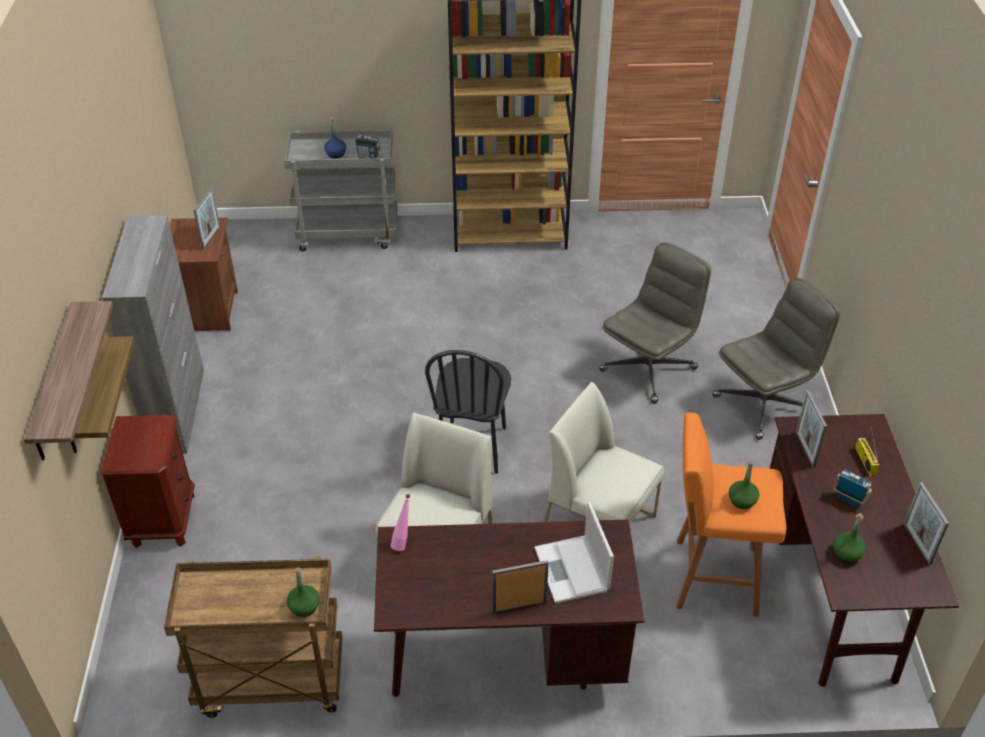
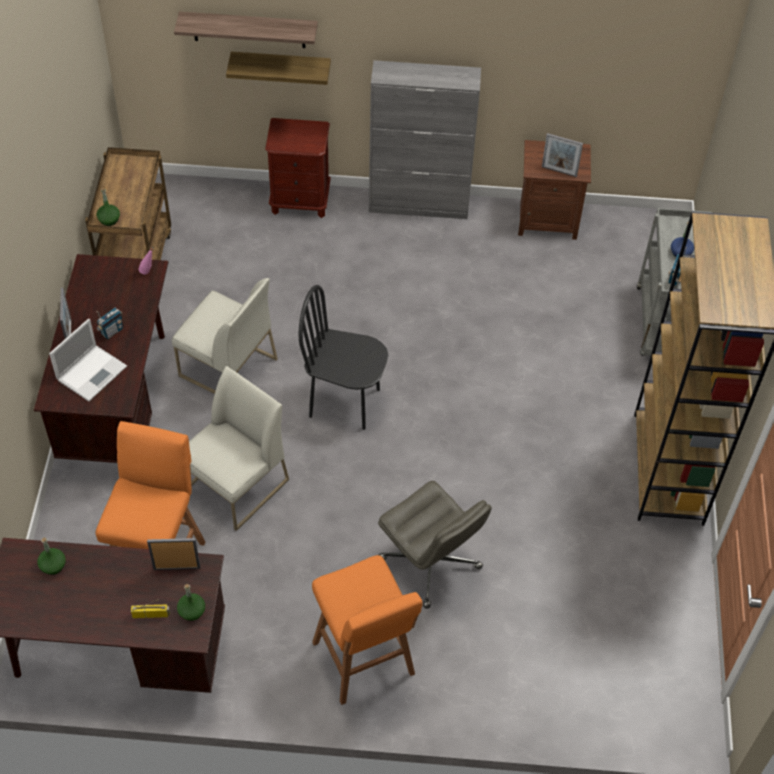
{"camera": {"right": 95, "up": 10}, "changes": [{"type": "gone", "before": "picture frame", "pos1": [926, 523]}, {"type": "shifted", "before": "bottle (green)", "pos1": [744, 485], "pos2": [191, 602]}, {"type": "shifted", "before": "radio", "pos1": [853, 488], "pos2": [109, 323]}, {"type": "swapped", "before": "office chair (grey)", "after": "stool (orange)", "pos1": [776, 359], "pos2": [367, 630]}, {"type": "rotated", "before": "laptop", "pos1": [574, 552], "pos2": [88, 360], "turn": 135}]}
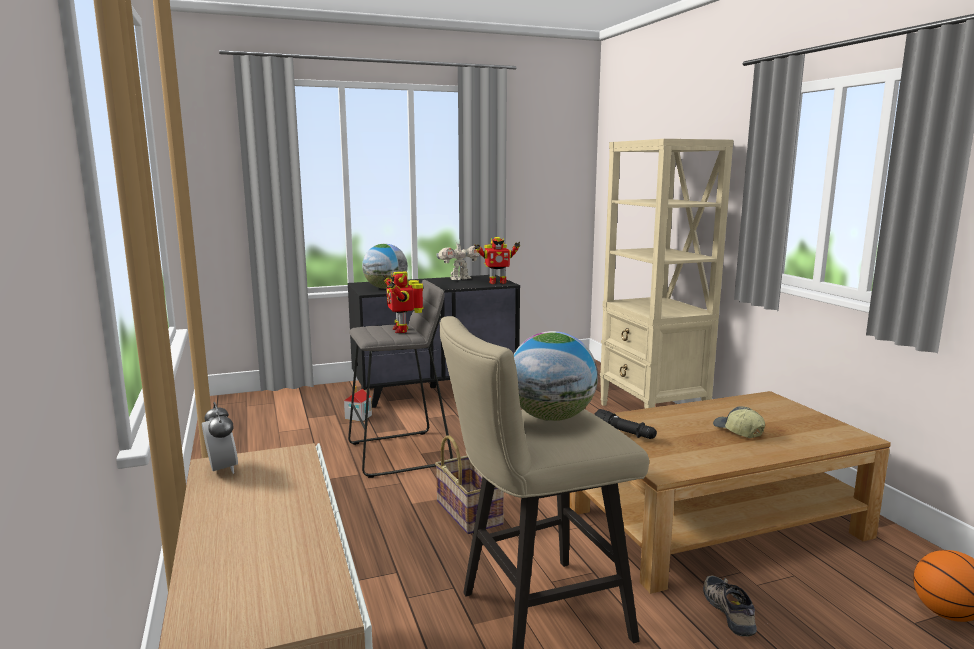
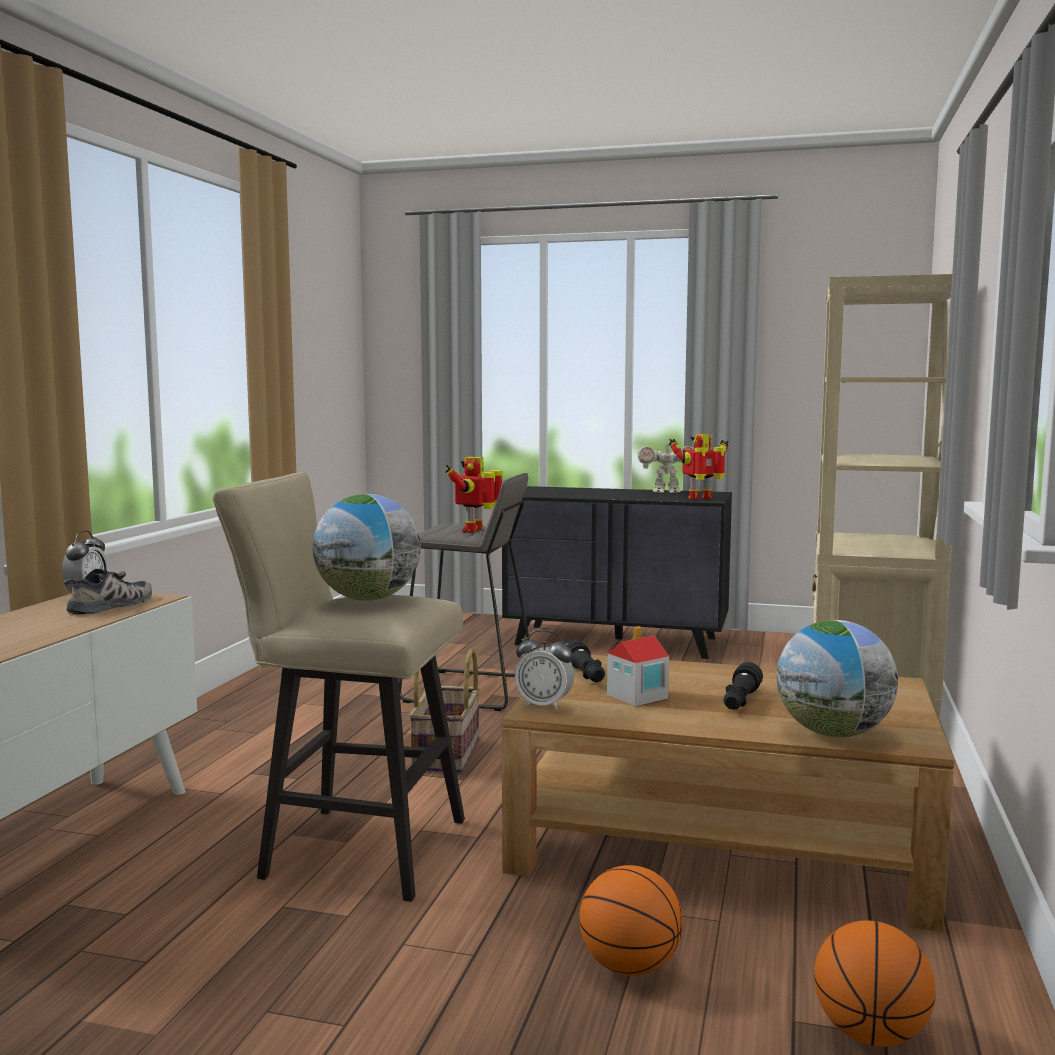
{"camera": {"right": 35, "up": -5}, "changes": [{"type": "new", "after": "alarm clock", "pos2": [544, 670]}, {"type": "new", "after": "basketball", "pos2": [631, 920]}, {"type": "shifted", "before": "toy house", "pos1": [358, 403], "pos2": [638, 666]}, {"type": "shifted", "before": "globe", "pos1": [385, 266], "pos2": [837, 678]}, {"type": "shifted", "before": "shoe", "pos1": [730, 605], "pos2": [107, 592]}, {"type": "swapped", "before": "cap", "after": "flashlight (black)", "pos1": [739, 422], "pos2": [743, 686]}, {"type": "rotated", "before": "toy robot", "pos1": [497, 260], "pos2": [699, 467], "turn": 135}]}
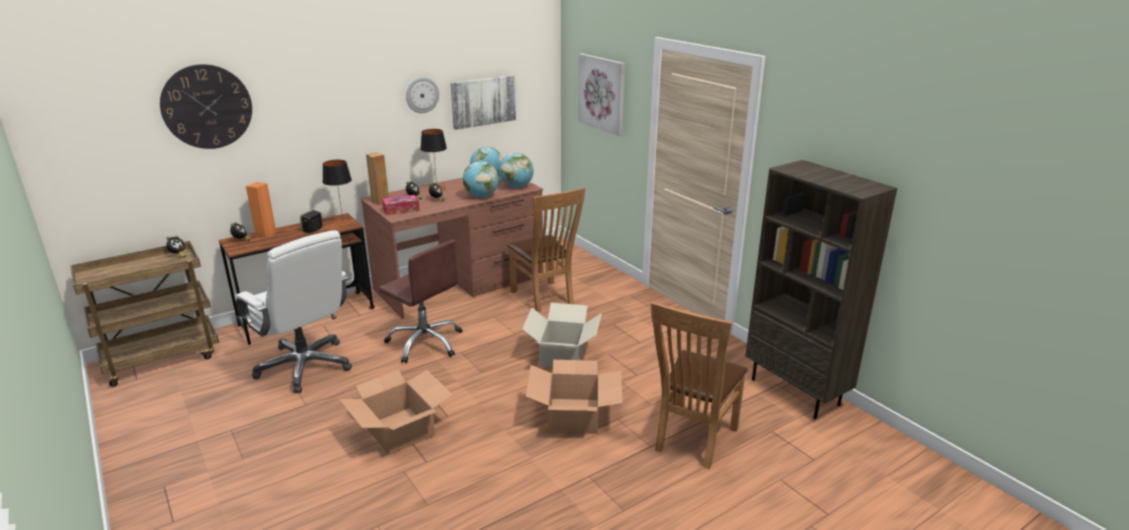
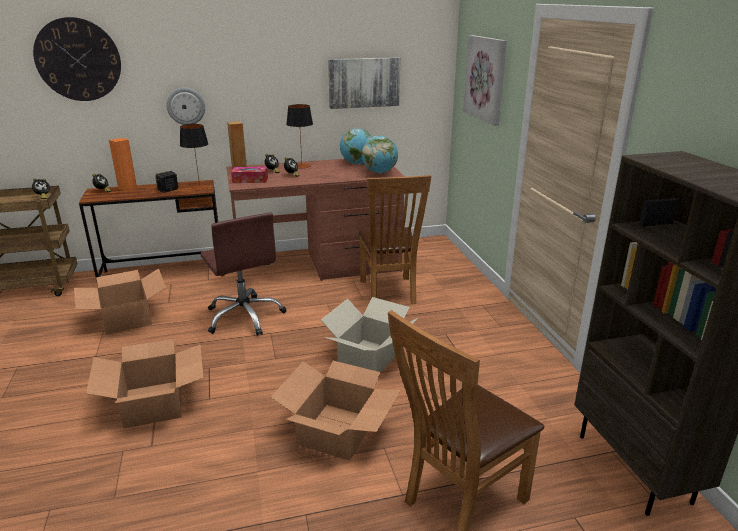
{"camera": {"right": 20, "up": 0}, "changes": [{"type": "gone", "before": "globe", "pos1": [481, 179]}, {"type": "shifted", "before": "wall clock", "pos1": [422, 95], "pos2": [185, 106]}, {"type": "swapped", "before": "office chair (white)", "after": "cardboard box", "pos1": [293, 311], "pos2": [120, 301]}]}
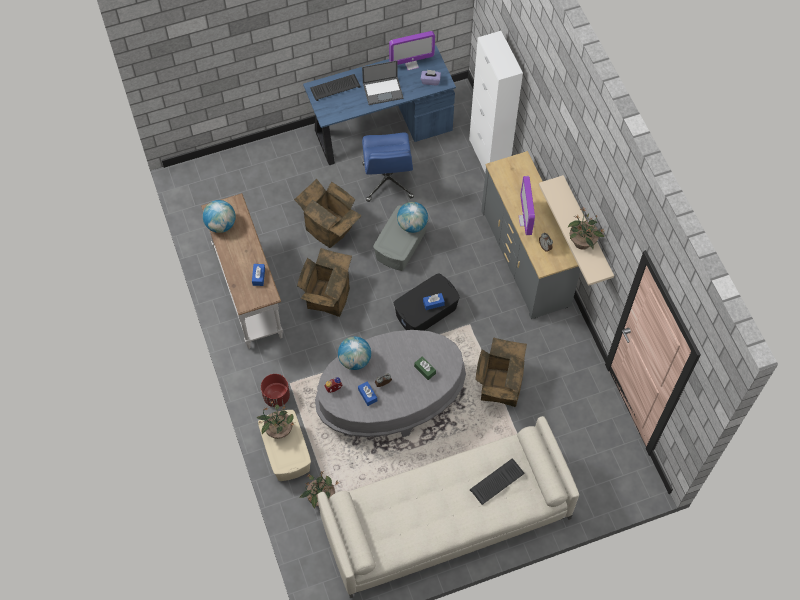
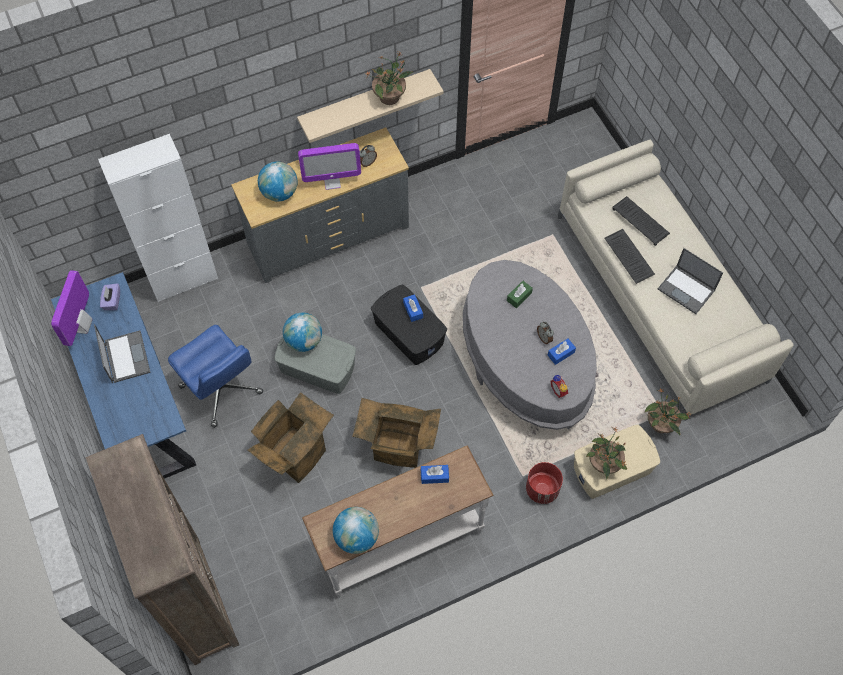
{"camera": {"right": -95, "up": 0}, "changes": [{"type": "gone", "before": "cardboard box", "pos1": [501, 372]}, {"type": "new", "after": "bookcase (brown)", "pos2": [162, 549]}, {"type": "new", "after": "laptop", "pos2": [690, 281]}, {"type": "shifted", "before": "keyboard", "pos1": [335, 87], "pos2": [629, 256]}, {"type": "shifted", "before": "globe", "pos1": [354, 353], "pos2": [278, 181]}, {"type": "rotated", "before": "office chair (blue)", "pos1": [388, 167], "pos2": [215, 376], "turn": 60}, {"type": "rotated", "before": "monitor", "pos1": [412, 50], "pos2": [72, 308], "turn": -150}]}
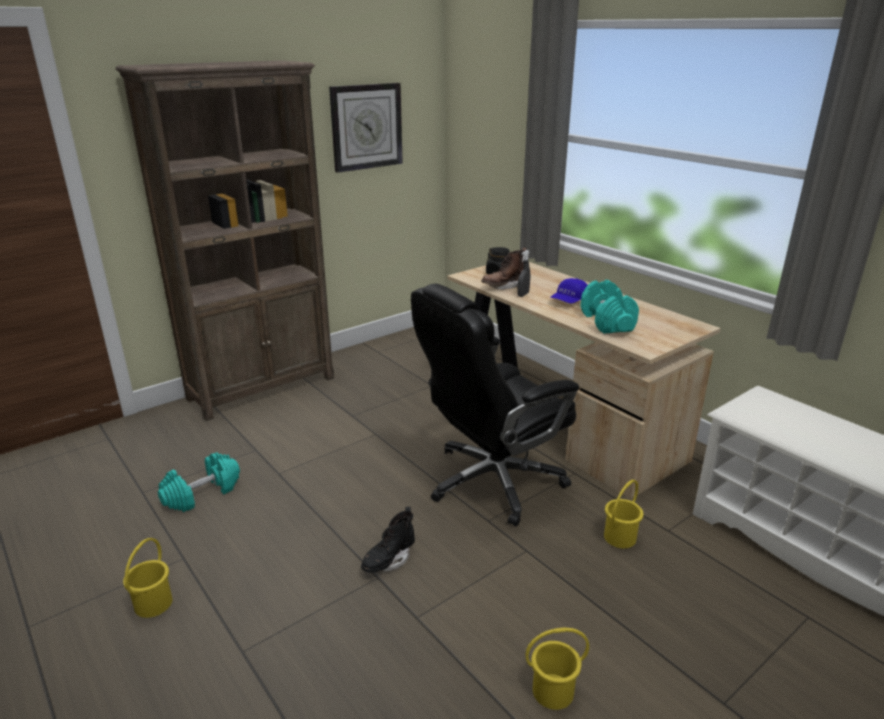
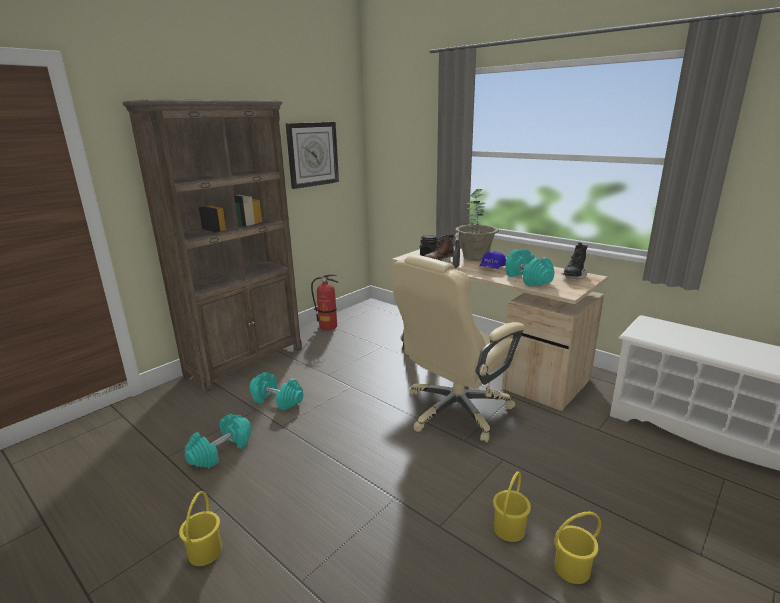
{"camera": {"right": -10, "up": -5}, "changes": [{"type": "new", "after": "dumbbell (turquoise)", "pos2": [276, 391]}, {"type": "new", "after": "fire extinguisher", "pos2": [324, 302]}, {"type": "new", "after": "potted plant", "pos2": [477, 224]}, {"type": "shifted", "before": "boot (black)", "pos1": [388, 540], "pos2": [574, 261]}, {"type": "shifted", "before": "bucket (yellow)", "pos1": [623, 514], "pos2": [512, 506]}, {"type": "repainted", "before": "office chair (black)", "after": "office chair (beige)", "pos1": [495, 405], "pos2": [458, 348]}]}
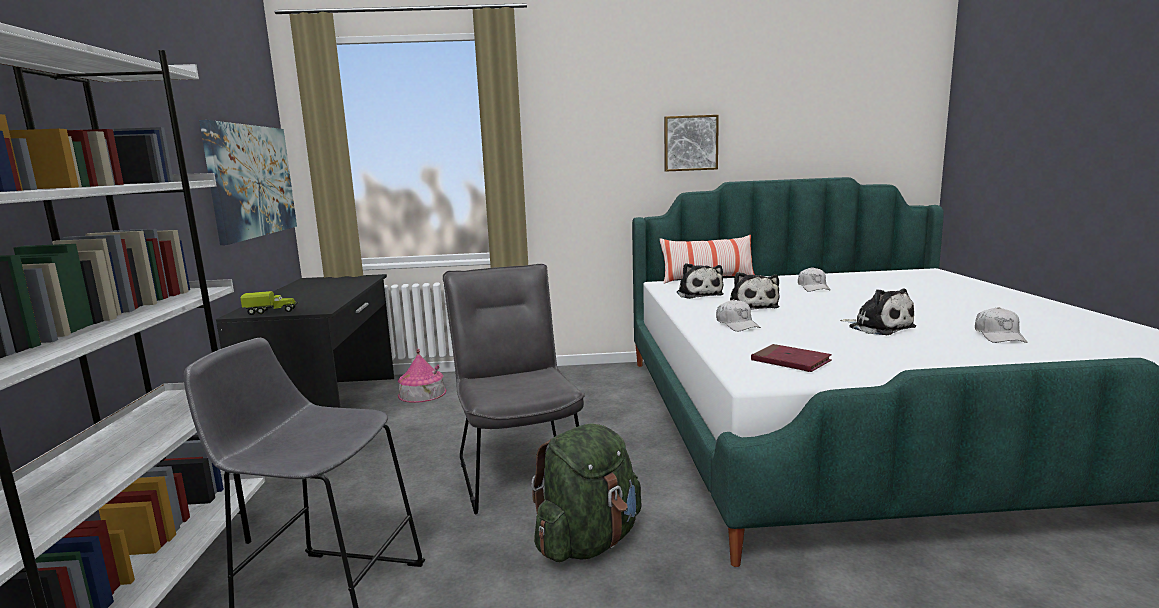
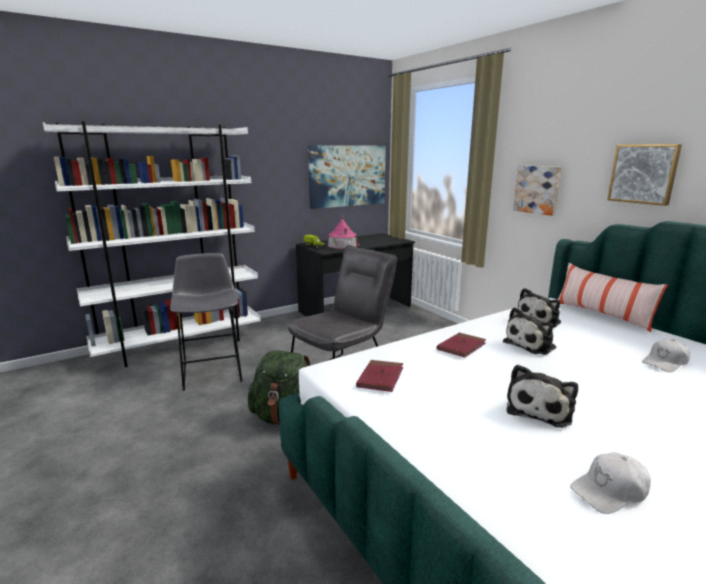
{"camera": {"right": 60, "up": 5}, "changes": [{"type": "new", "after": "picture", "pos2": [537, 190]}, {"type": "shifted", "before": "toy house", "pos1": [422, 376], "pos2": [343, 232]}, {"type": "swapped", "before": "cap (white)", "after": "book (red)", "pos1": [738, 315], "pos2": [461, 345]}]}
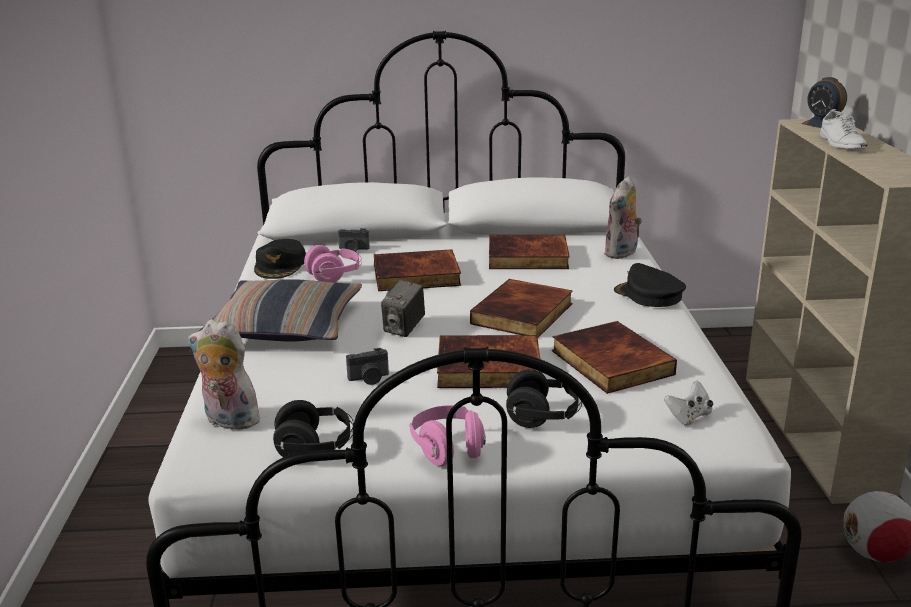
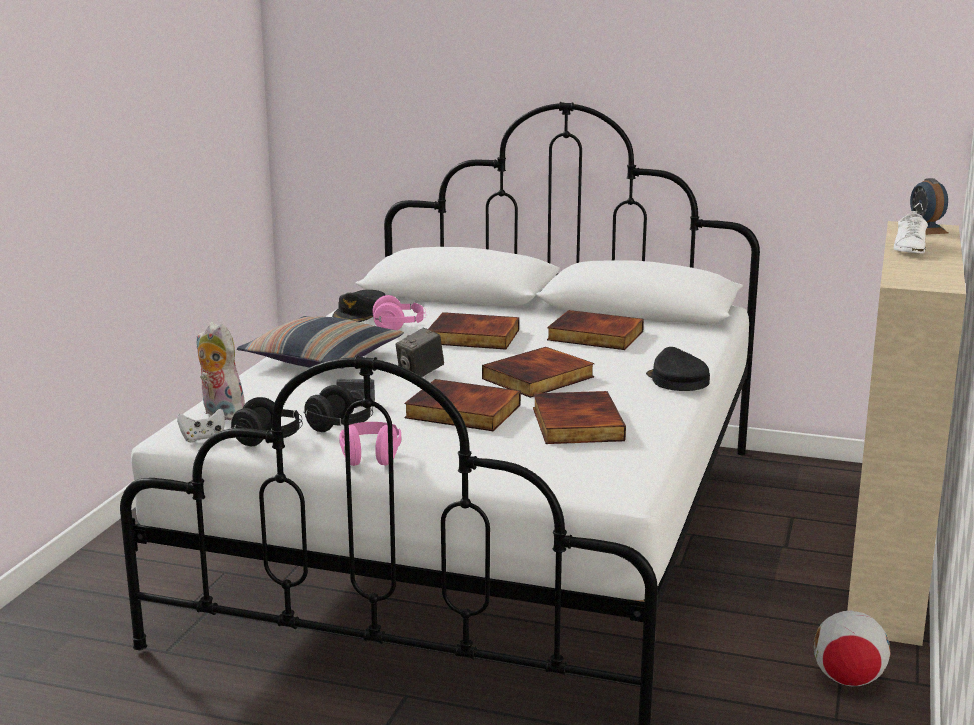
{"camera": {"right": 20, "up": -5}, "changes": [{"type": "gone", "before": "photo camera", "pos1": [354, 240]}, {"type": "gone", "before": "plush toy", "pos1": [623, 217]}, {"type": "shifted", "before": "headphones (black)", "pos1": [544, 398], "pos2": [338, 408]}, {"type": "shifted", "before": "game controller (white)", "pos1": [689, 402], "pos2": [201, 425]}]}
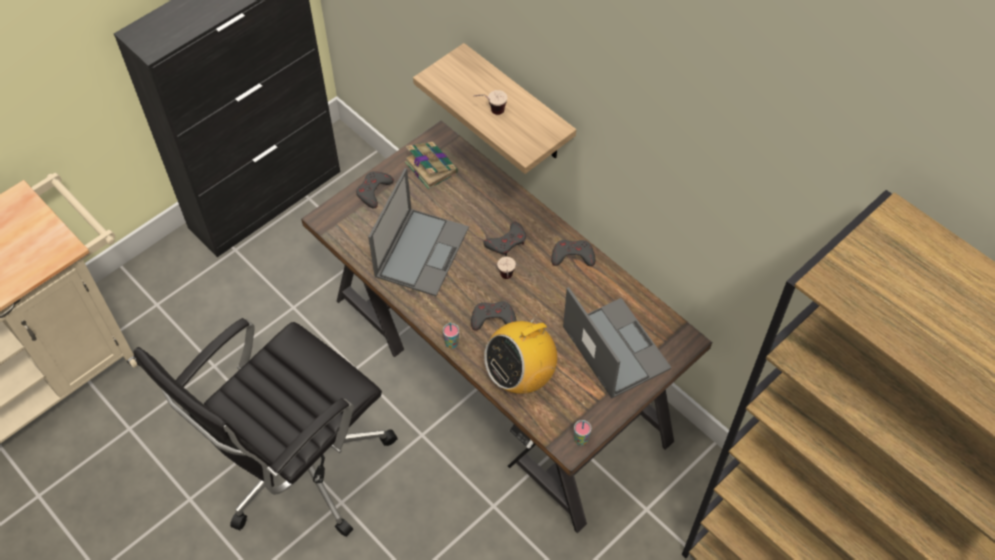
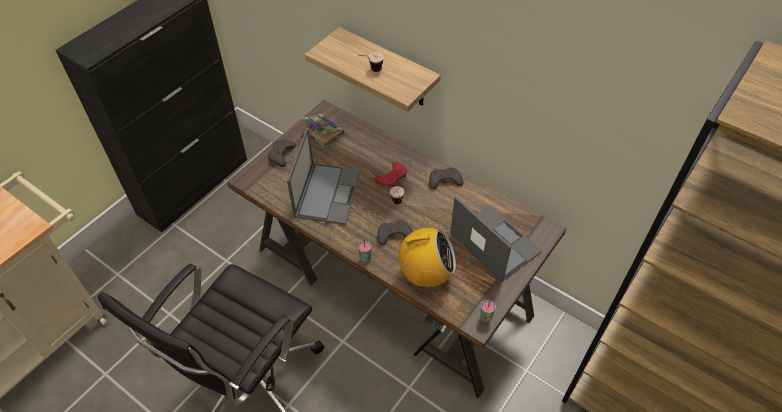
{"camera": {"right": -10, "up": -5}, "changes": [{"type": "repainted", "before": "game controller (grey)", "after": "game controller (red)", "pos1": [504, 239], "pos2": [390, 174]}, {"type": "rotated", "before": "radio", "pos1": [520, 351], "pos2": [426, 257], "turn": -135}]}
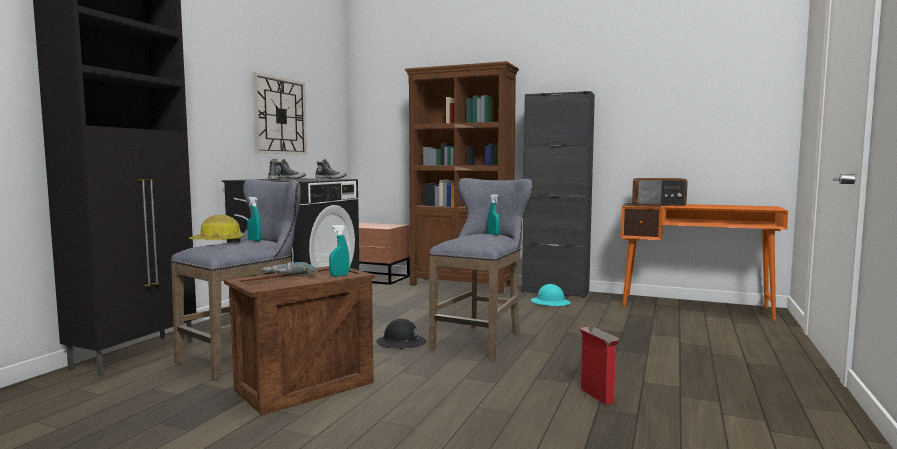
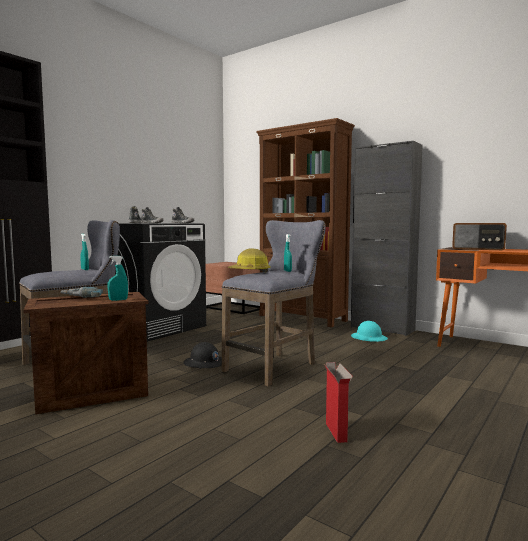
{"camera": {"right": 15, "up": 0}, "changes": [{"type": "gone", "before": "wall clock", "pos1": [279, 113]}, {"type": "shifted", "before": "hard hat", "pos1": [216, 229], "pos2": [249, 260]}]}
